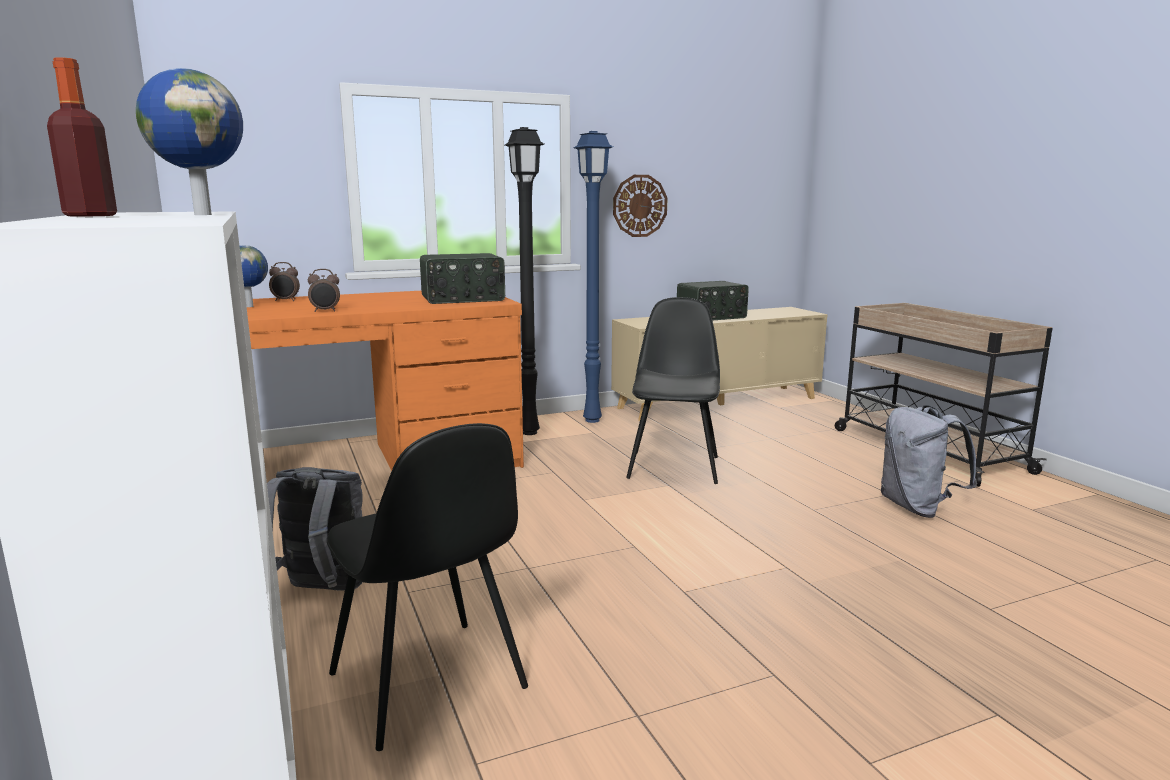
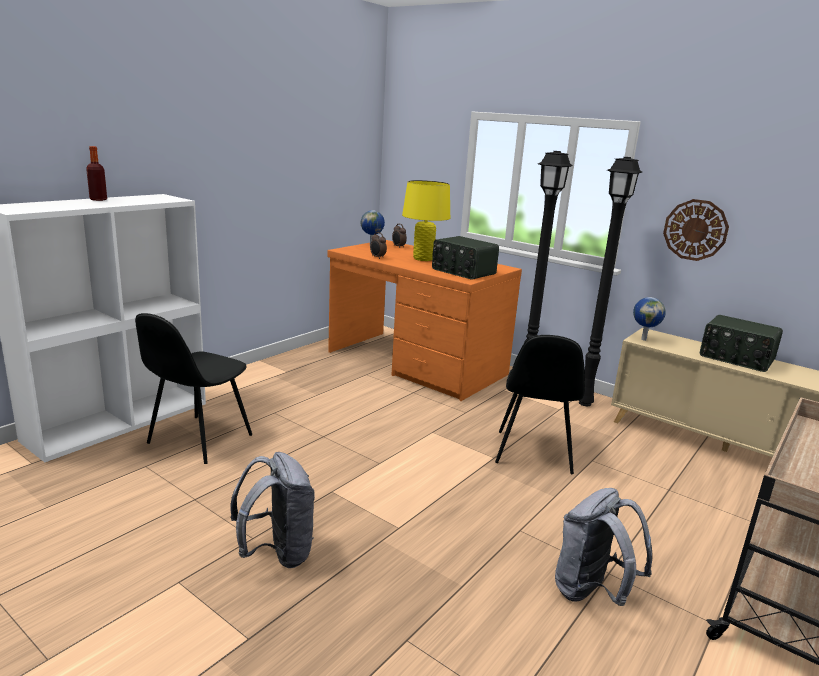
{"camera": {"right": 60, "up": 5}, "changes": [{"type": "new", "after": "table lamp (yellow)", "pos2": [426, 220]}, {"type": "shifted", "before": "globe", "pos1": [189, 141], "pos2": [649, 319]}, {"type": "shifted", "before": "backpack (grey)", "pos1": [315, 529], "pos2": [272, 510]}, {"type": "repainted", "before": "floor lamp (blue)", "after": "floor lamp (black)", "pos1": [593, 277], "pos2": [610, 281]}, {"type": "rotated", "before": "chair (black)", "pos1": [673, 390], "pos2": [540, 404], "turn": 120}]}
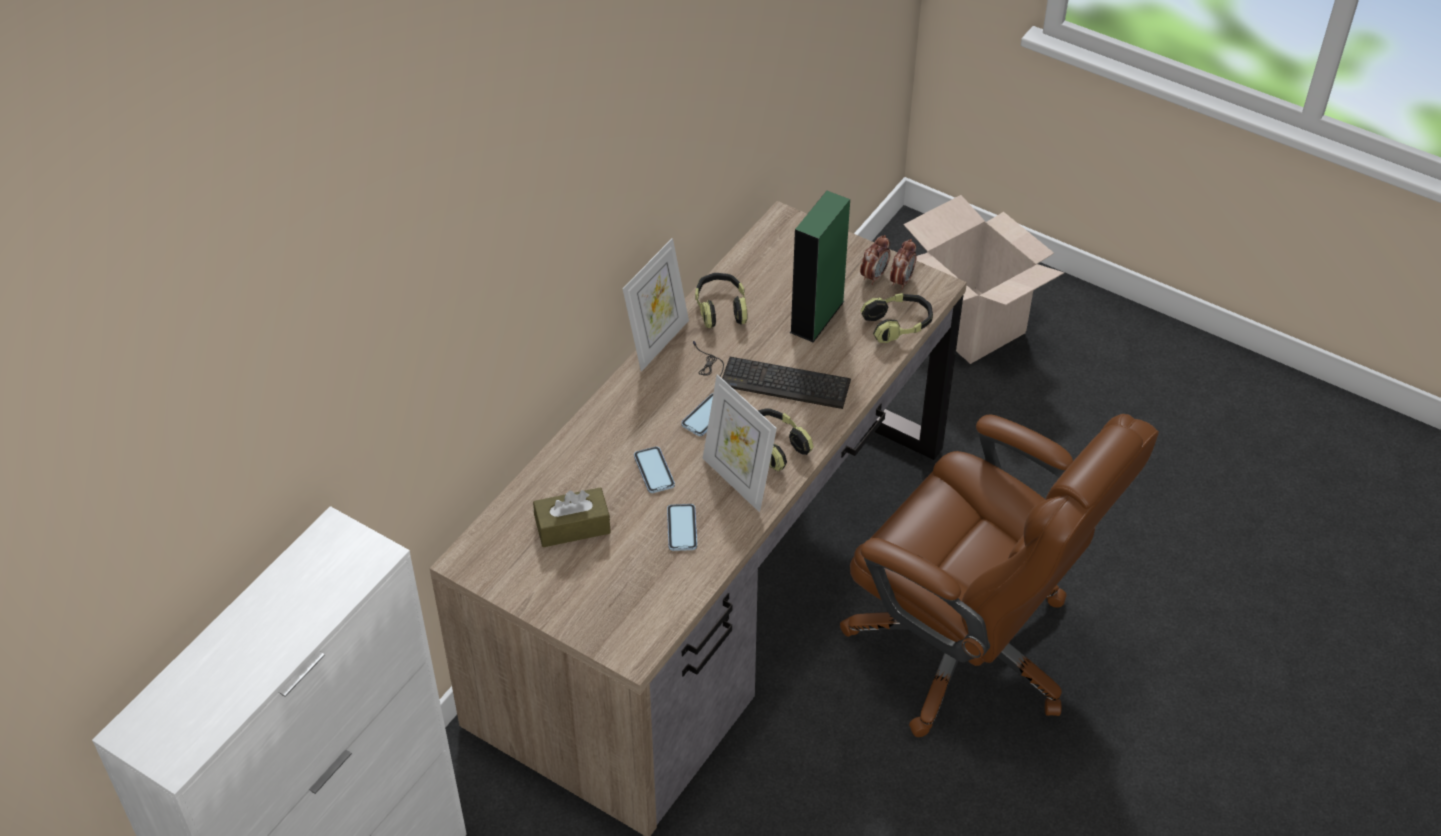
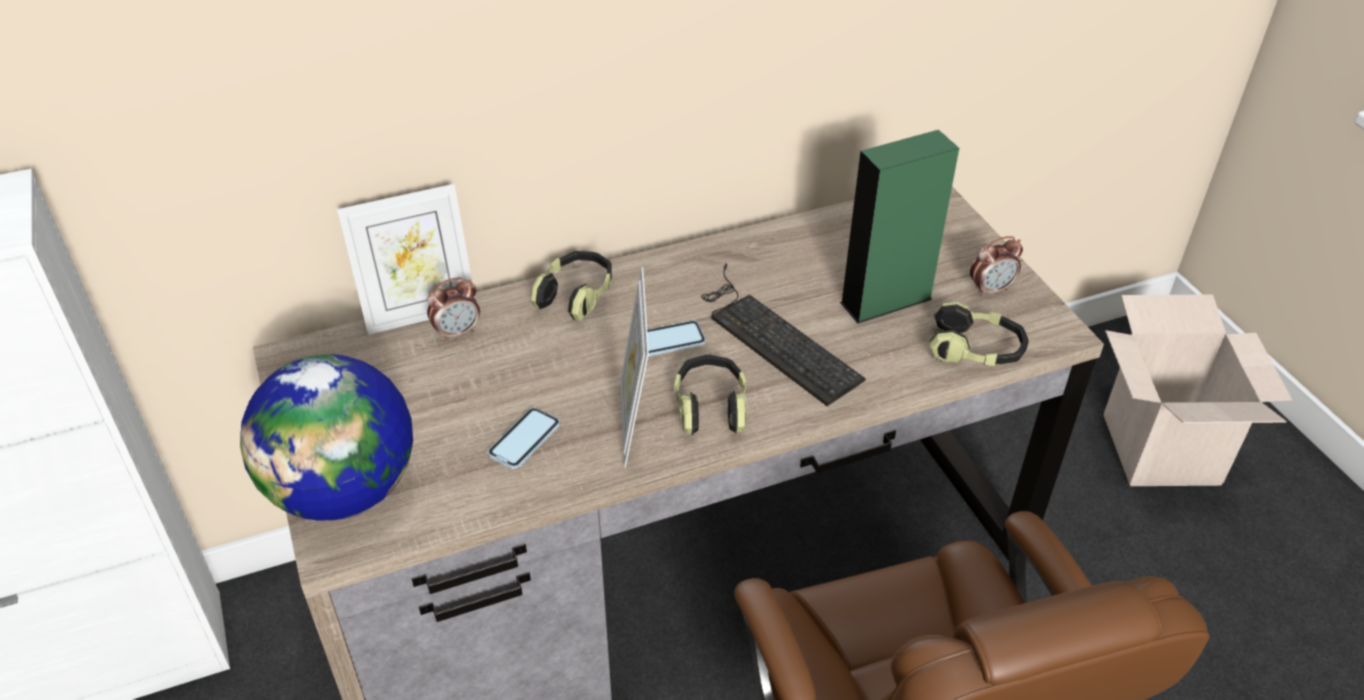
{"camera": {"right": 35, "up": -5}, "changes": [{"type": "gone", "before": "tissue box (brown)", "pos1": [572, 517]}, {"type": "gone", "before": "phone", "pos1": [654, 470]}, {"type": "new", "after": "globe", "pos2": [326, 437]}, {"type": "shifted", "before": "picture frame", "pos1": [655, 304], "pos2": [406, 259]}, {"type": "shifted", "before": "headphones", "pos1": [721, 300], "pos2": [571, 286]}, {"type": "shifted", "before": "alarm clock", "pos1": [903, 264], "pos2": [453, 309]}]}
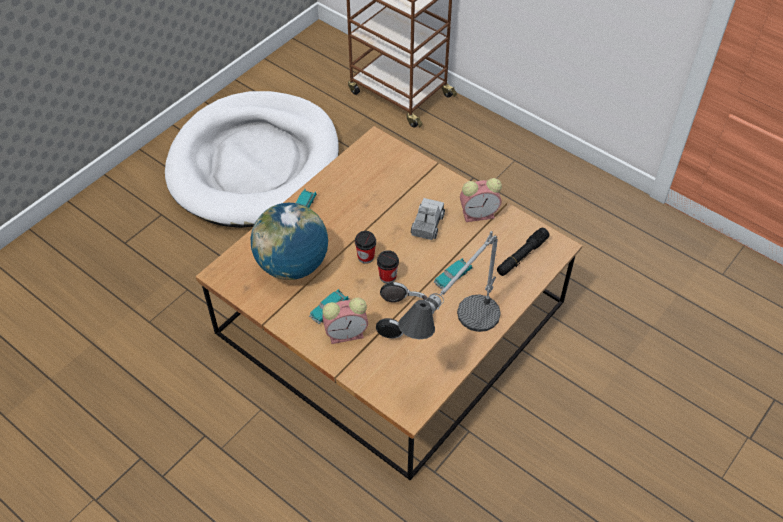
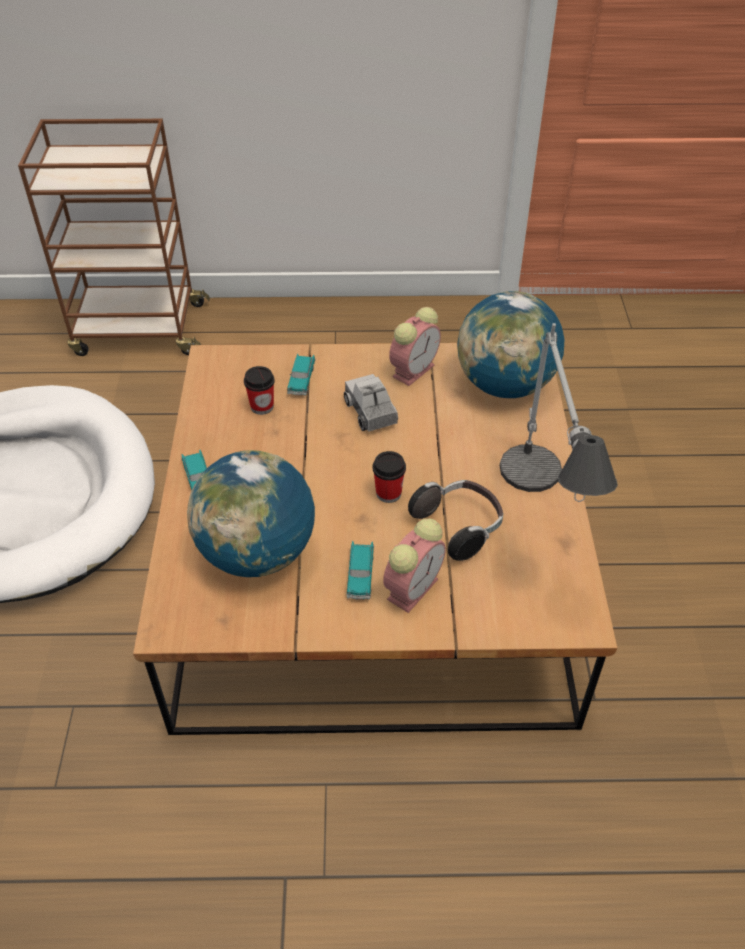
{"camera": {"right": -40, "up": -5}, "changes": [{"type": "shifted", "before": "cup", "pos1": [365, 247], "pos2": [259, 390]}, {"type": "shifted", "before": "toy car", "pos1": [453, 274], "pos2": [301, 375]}, {"type": "swapped", "before": "flashlight (black)", "after": "globe", "pos1": [523, 252], "pos2": [511, 344]}]}
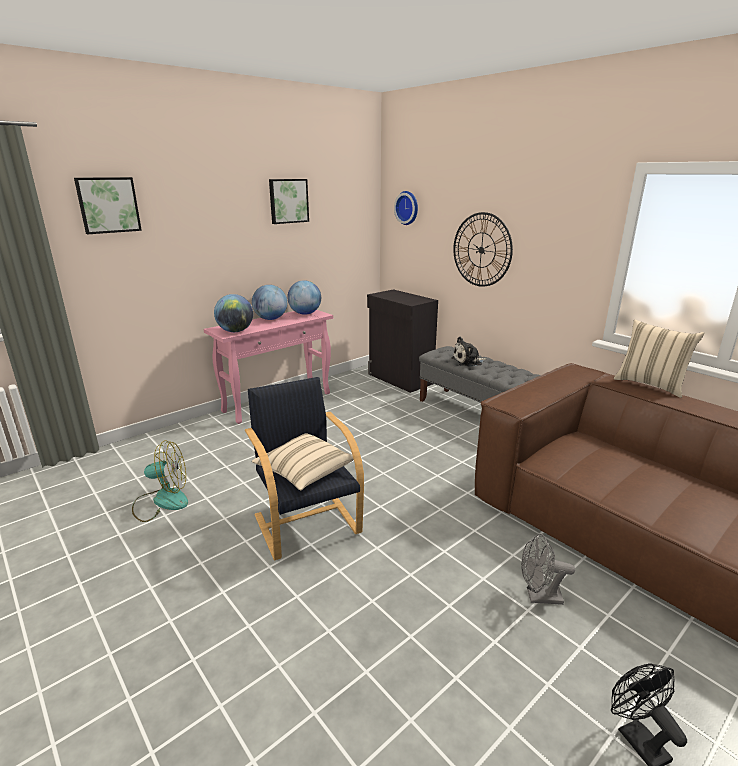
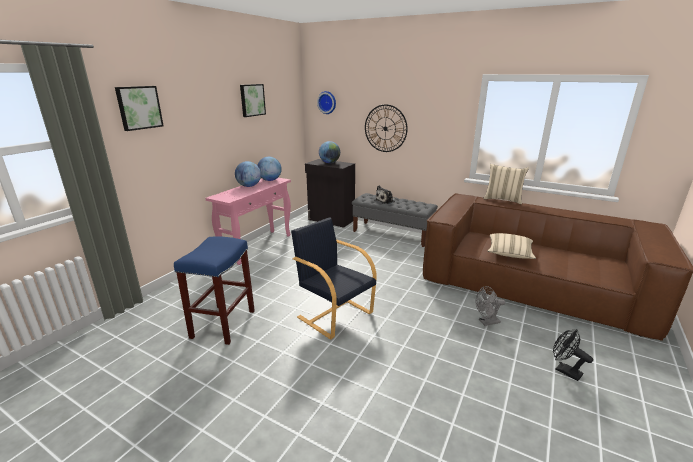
{"camera": {"right": -20, "up": 0}, "changes": [{"type": "shifted", "before": "globe", "pos1": [233, 313], "pos2": [329, 152]}, {"type": "shifted", "before": "pillow (beige)", "pos1": [303, 461], "pos2": [512, 246]}, {"type": "swapped", "before": "fan", "after": "stool (blue)", "pos1": [160, 481], "pos2": [214, 290]}]}
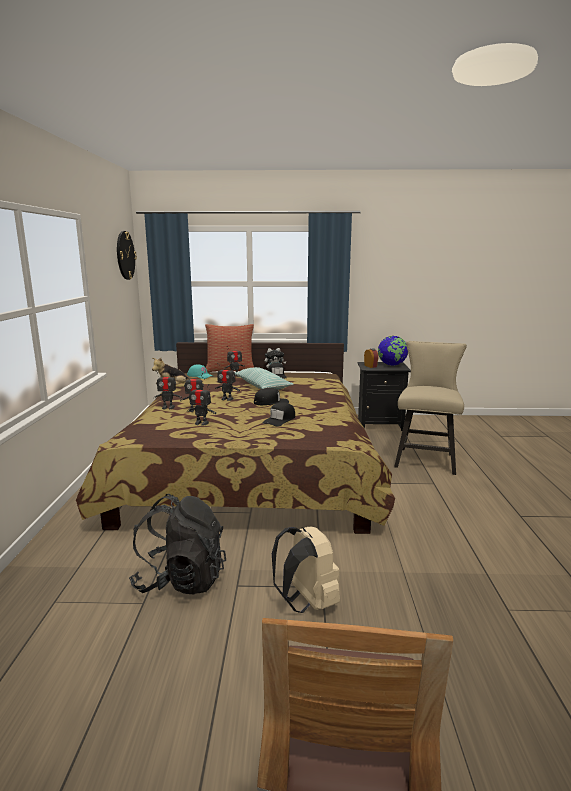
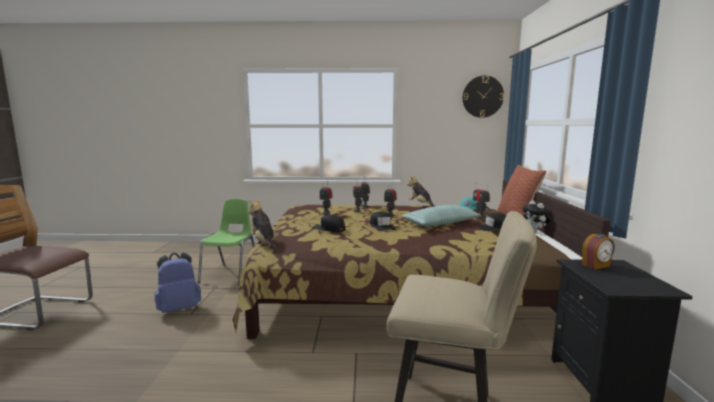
{"camera": {"right": 90, "up": -5}, "changes": [{"type": "gone", "before": "globe", "pos1": [393, 351]}, {"type": "new", "after": "plush toy", "pos2": [263, 225]}, {"type": "swapped", "before": "backpack (black)", "after": "chair (green)", "pos1": [177, 544], "pos2": [226, 242]}, {"type": "repainted", "before": "backpack (beige)", "after": "backpack (blue)", "pos1": [306, 570], "pos2": [178, 282]}]}
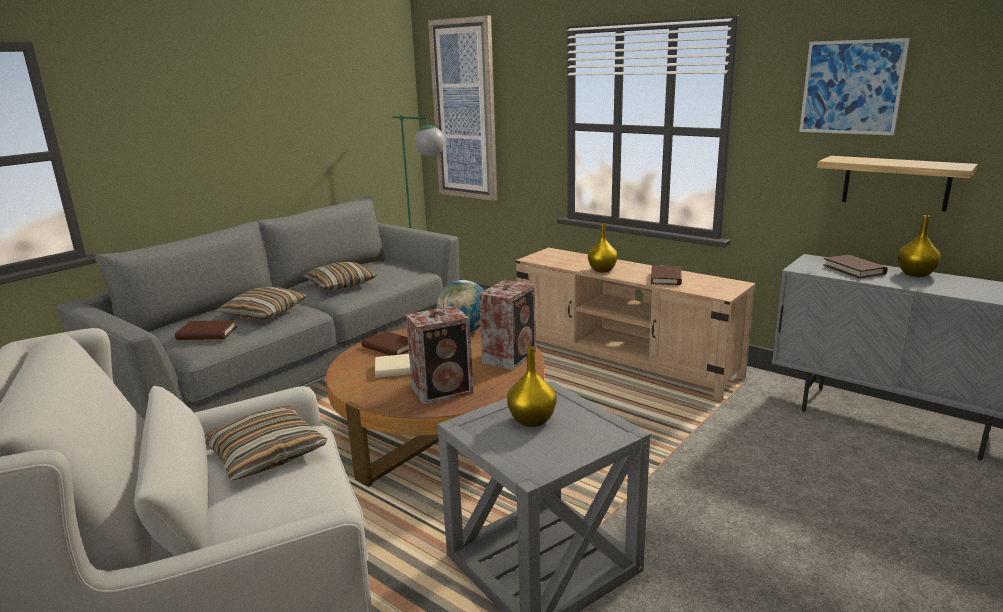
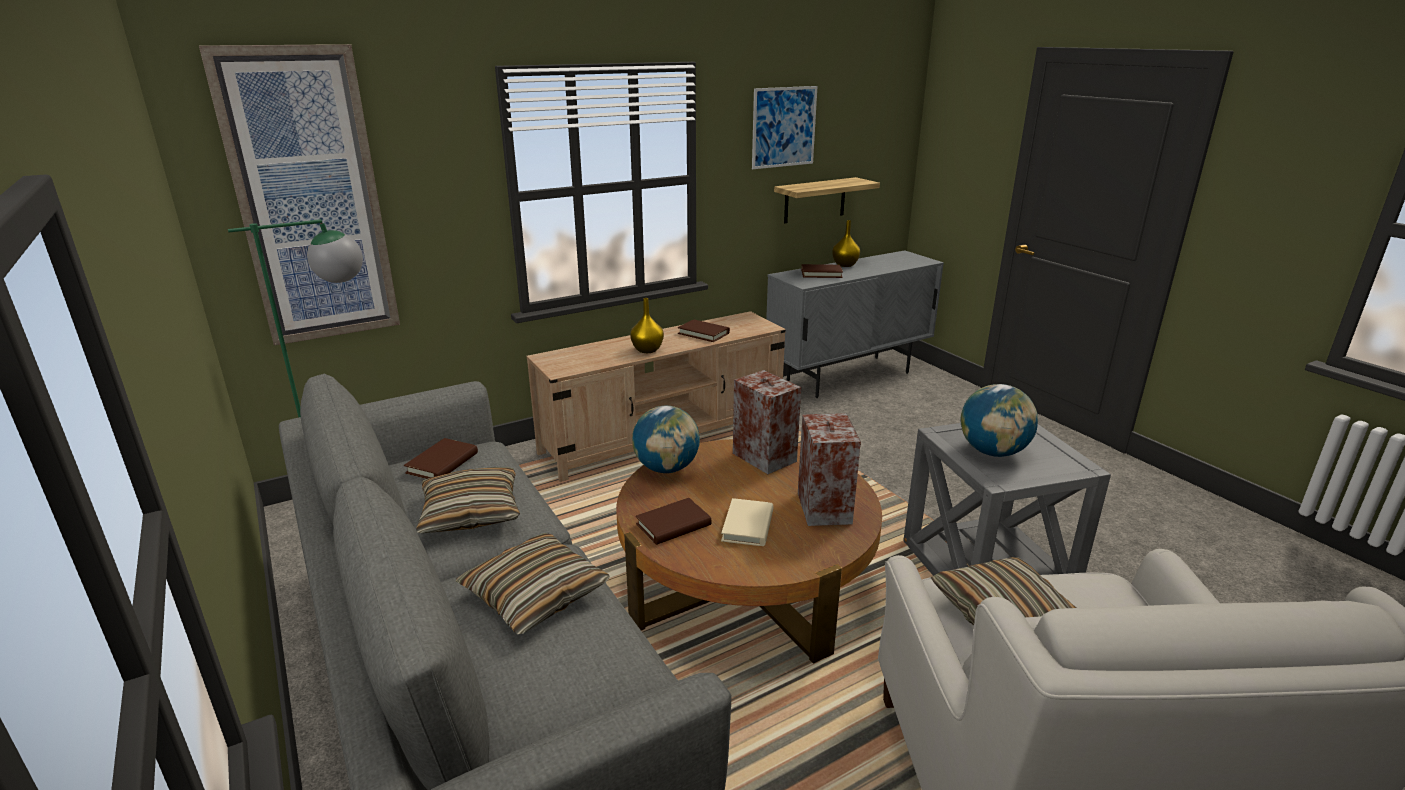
{"camera": {"right": -70, "up": 5}, "changes": [{"type": "shifted", "before": "book (brown)", "pos1": [206, 330], "pos2": [441, 458]}, {"type": "swapped", "before": "vase (yellow)", "after": "globe", "pos1": [532, 386], "pos2": [999, 420]}]}
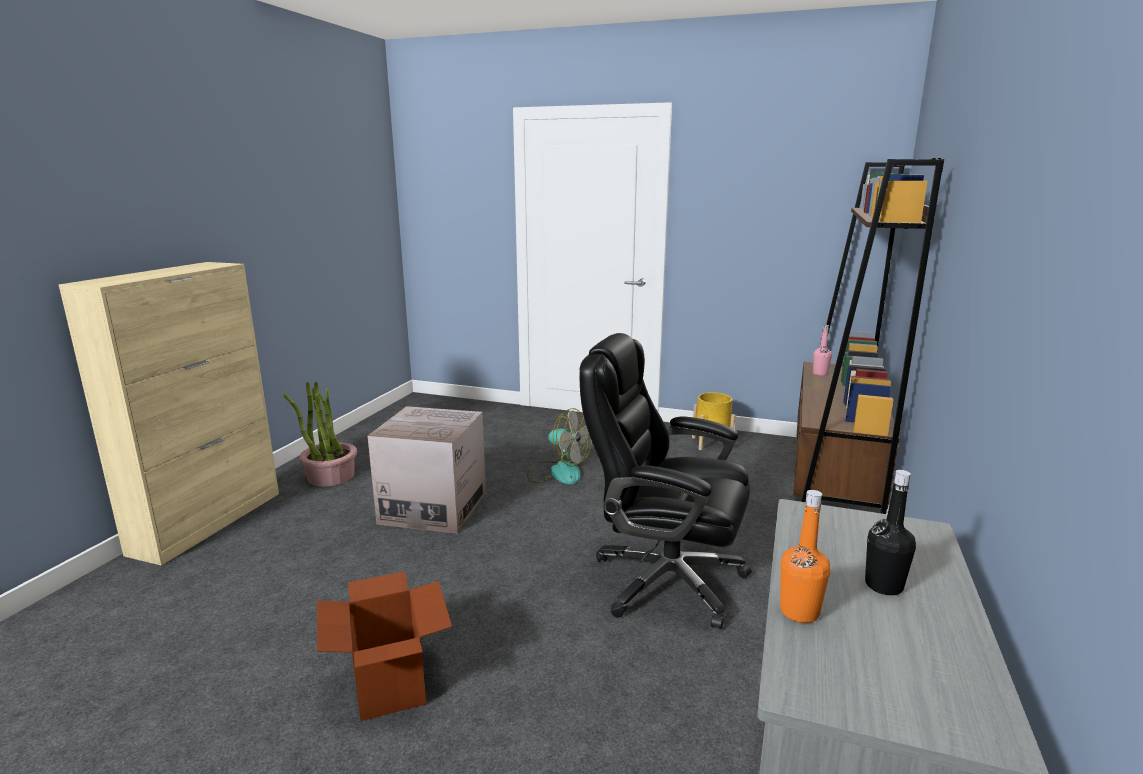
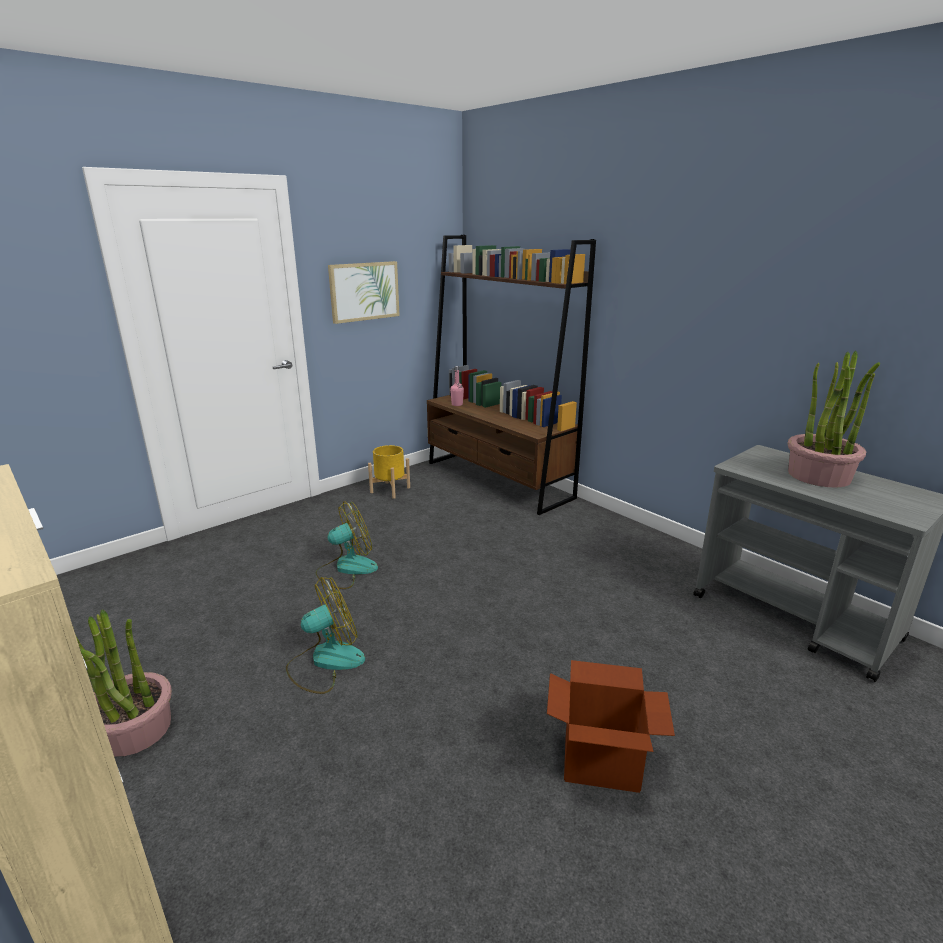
{"camera": {"right": -60, "up": 5}, "changes": [{"type": "gone", "before": "office chair (black)", "pos1": [665, 481]}, {"type": "gone", "before": "bottle (orange)", "pos1": [805, 556]}, {"type": "new", "after": "picture", "pos2": [364, 292]}, {"type": "swapped", "before": "cardboard box", "after": "fan", "pos1": [426, 469], "pos2": [325, 635]}, {"type": "swapped", "before": "bottle (black)", "after": "potted plant", "pos1": [890, 532], "pos2": [833, 419]}]}
